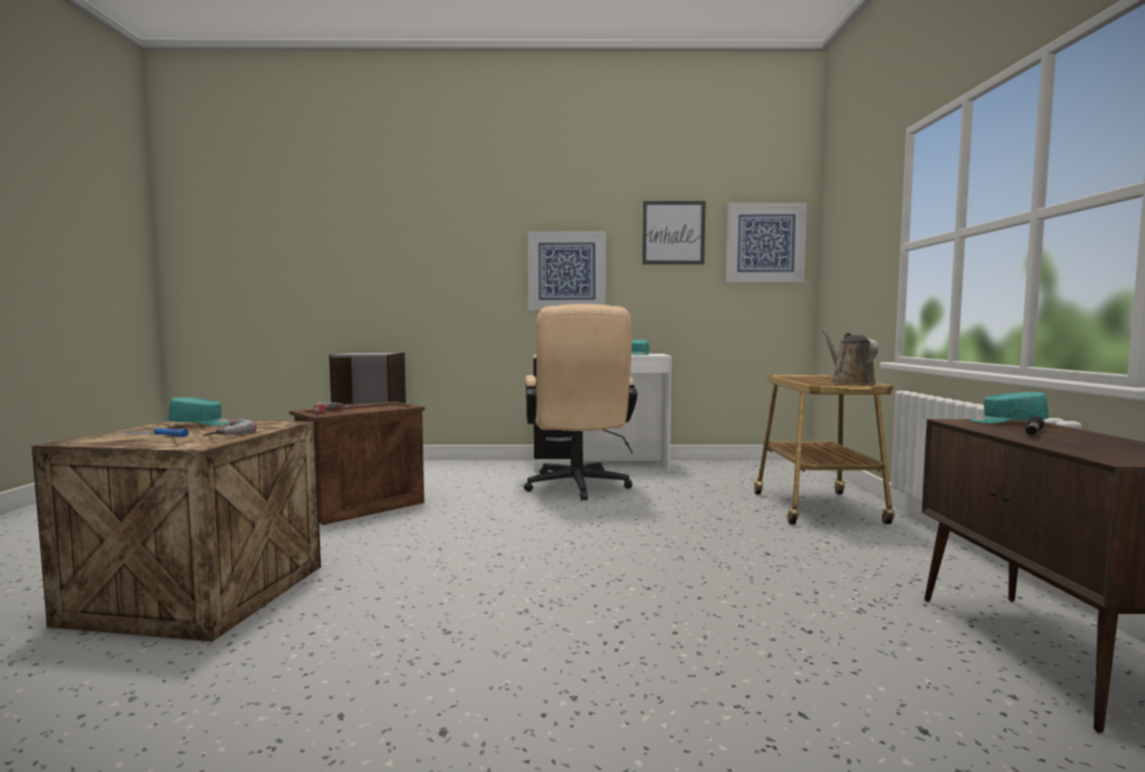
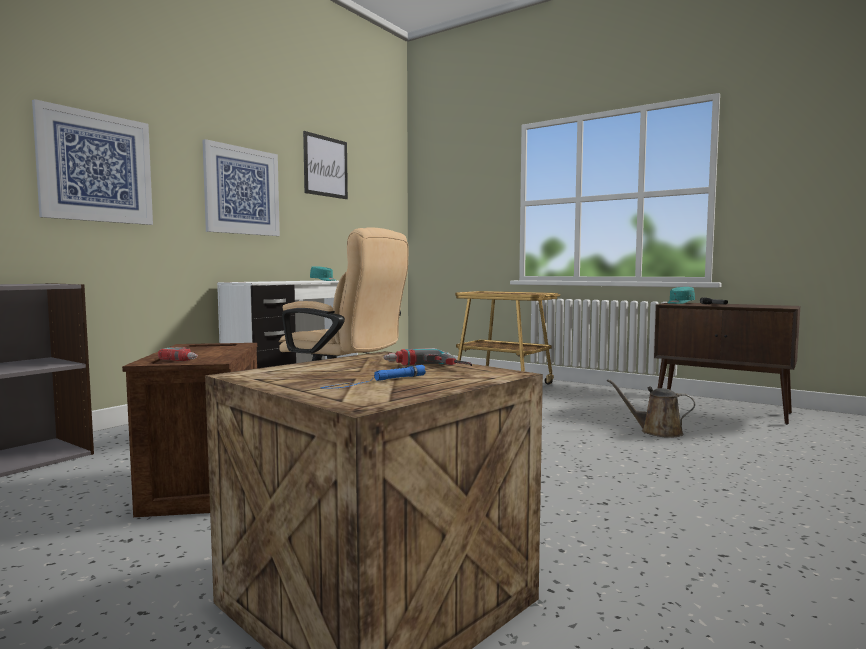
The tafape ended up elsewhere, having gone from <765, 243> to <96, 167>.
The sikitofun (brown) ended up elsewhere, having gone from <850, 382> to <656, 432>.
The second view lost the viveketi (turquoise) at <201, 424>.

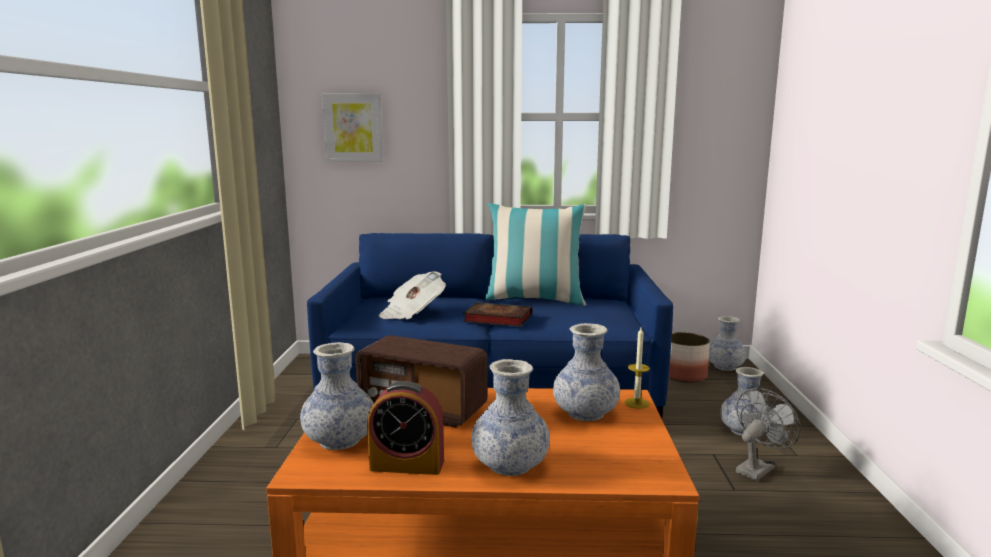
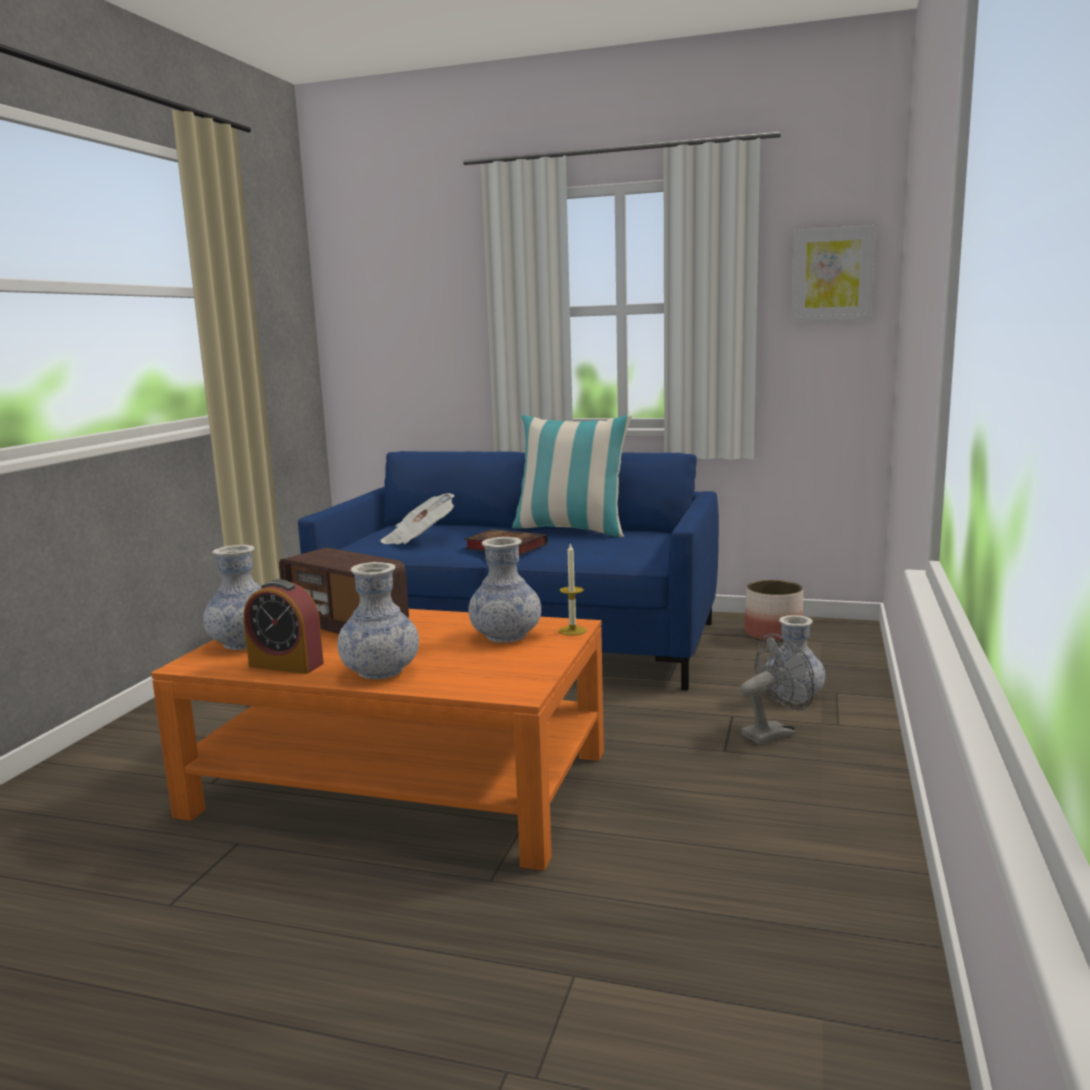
The tafape ended up elsewhere, having gone from <353, 127> to <832, 274>.
The second view lost the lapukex at <725, 367>.

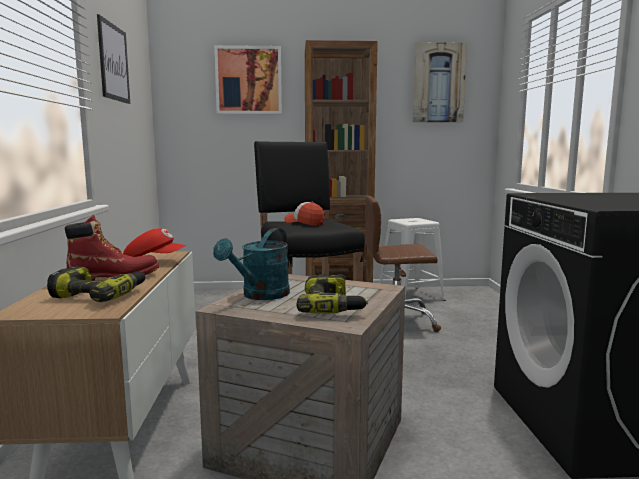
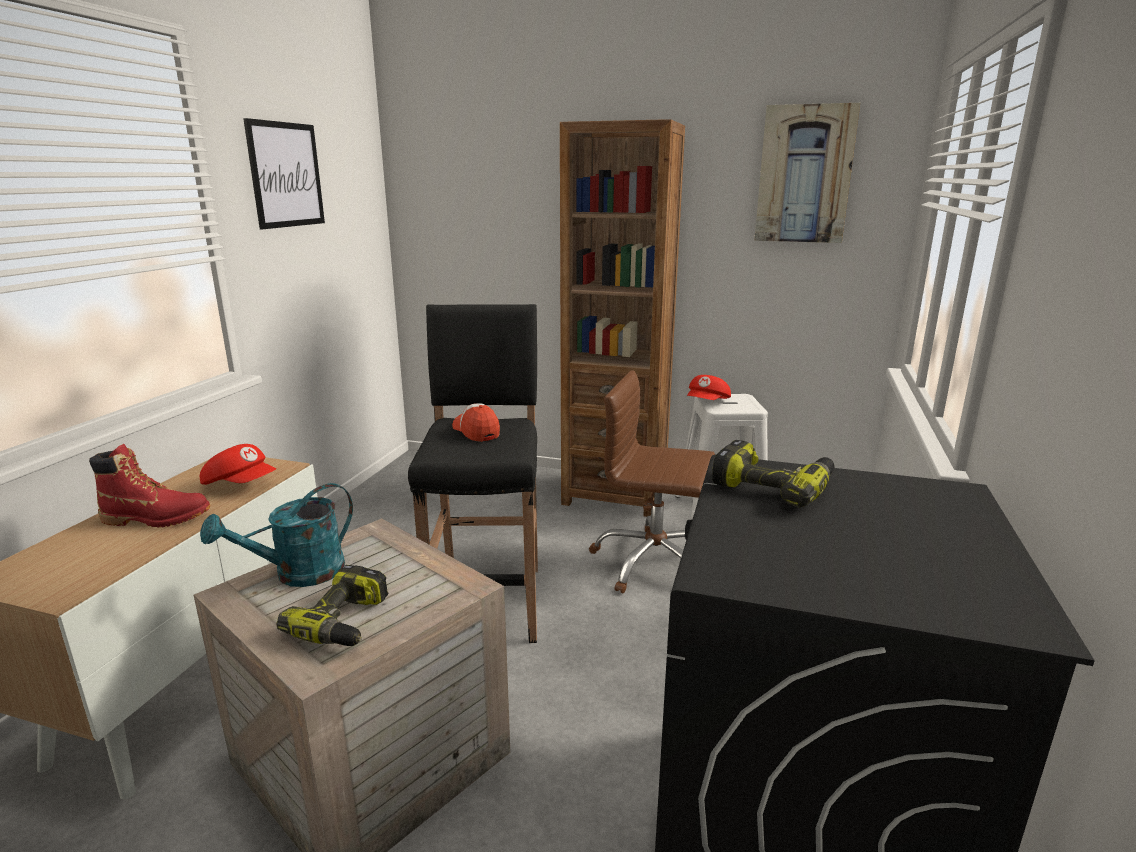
The second view lost the tafape at <248, 80>.
The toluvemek ended up elsewhere, having gone from <100, 295> to <774, 486>.
The second view gained the viveketi (red) at <708, 403>.

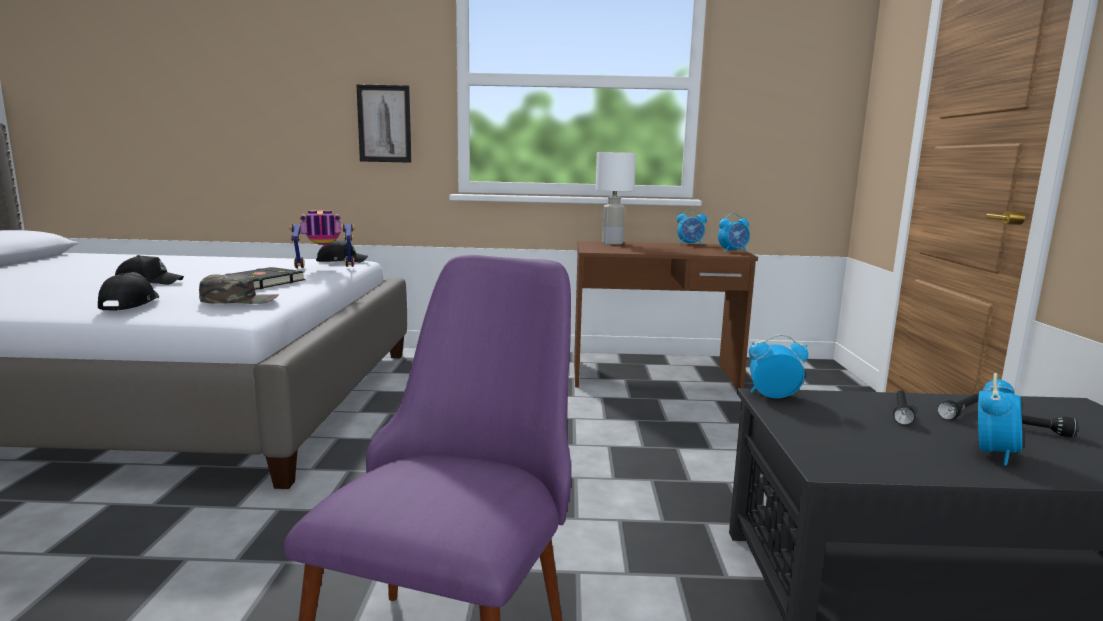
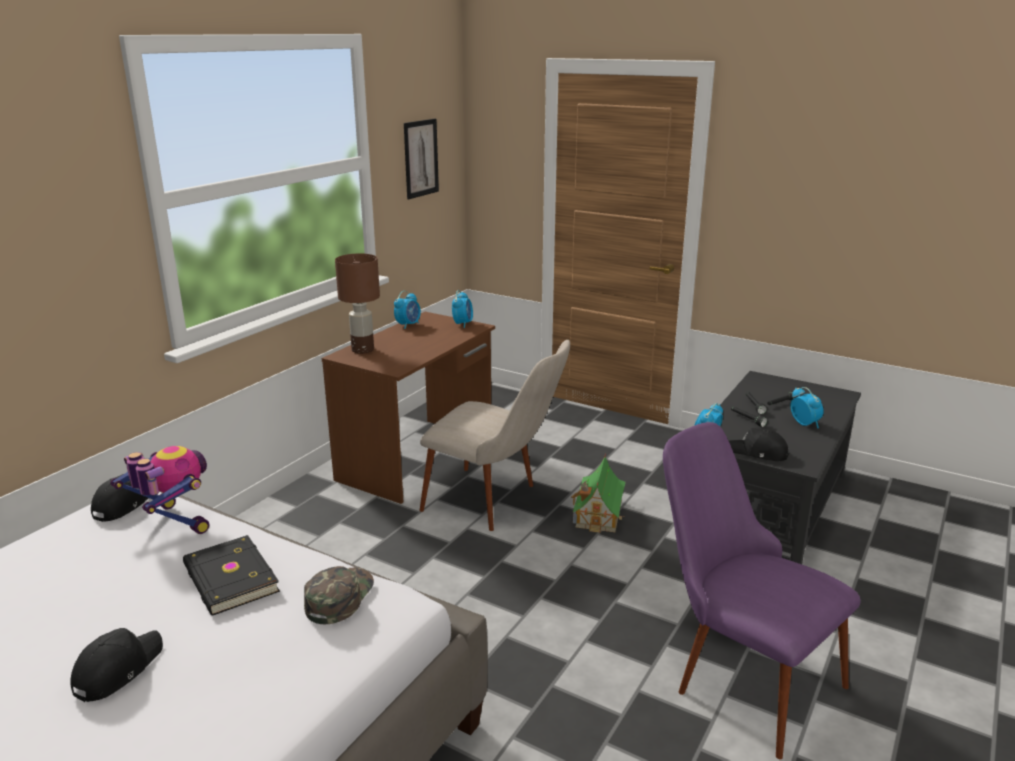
The tafape ended up elsewhere, having gone from <384, 124> to <421, 158>.
What was the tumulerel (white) at <612, 243> turned into the tumulerel (brown) at <363, 350>.
The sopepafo at <324, 268> ended up facing another way, 120 degrees clockwise from before.
The viveketi (black) ended up elsewhere, having gone from <129, 303> to <758, 453>.
The second view gained the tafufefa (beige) at <496, 502>.
The second view gained the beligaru at <599, 514>.

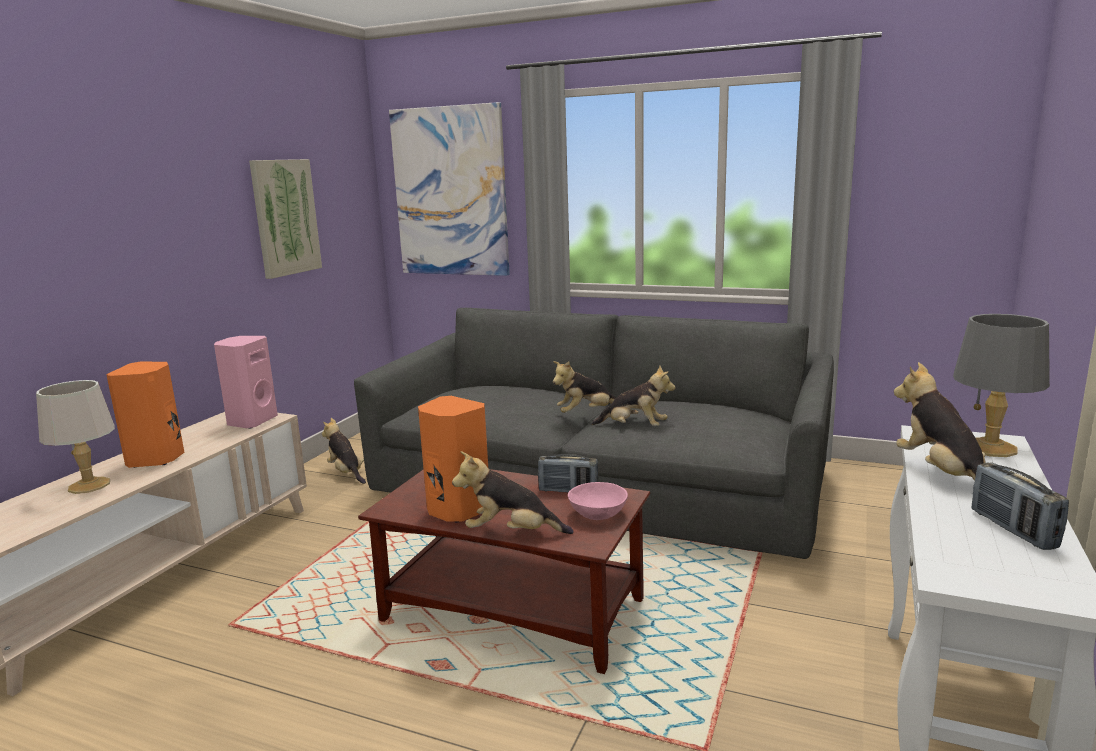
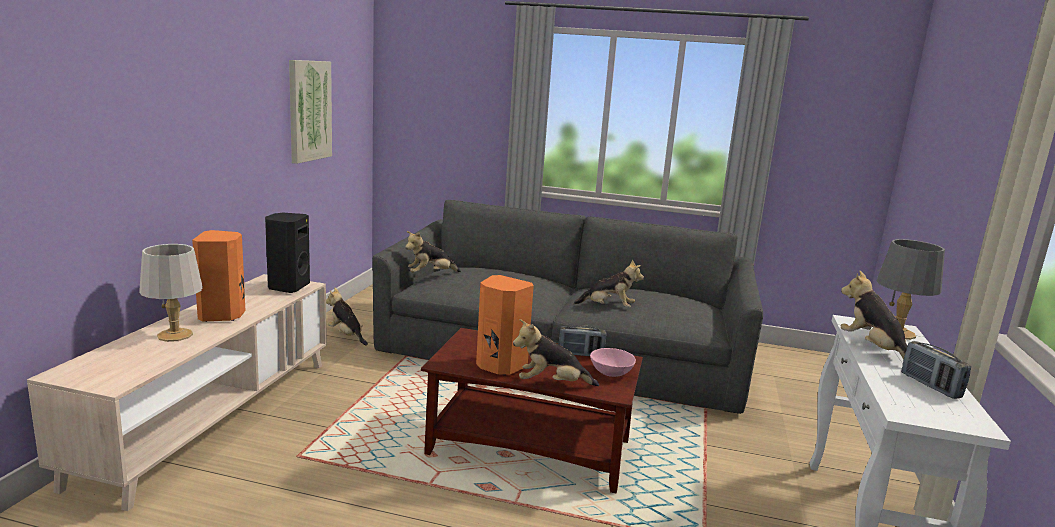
The second view lost the tafape at <450, 192>.
What was the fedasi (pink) at <251, 421> turned into the fedasi (black) at <287, 287>.
The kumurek ended up elsewhere, having gone from <585, 413> to <430, 275>.

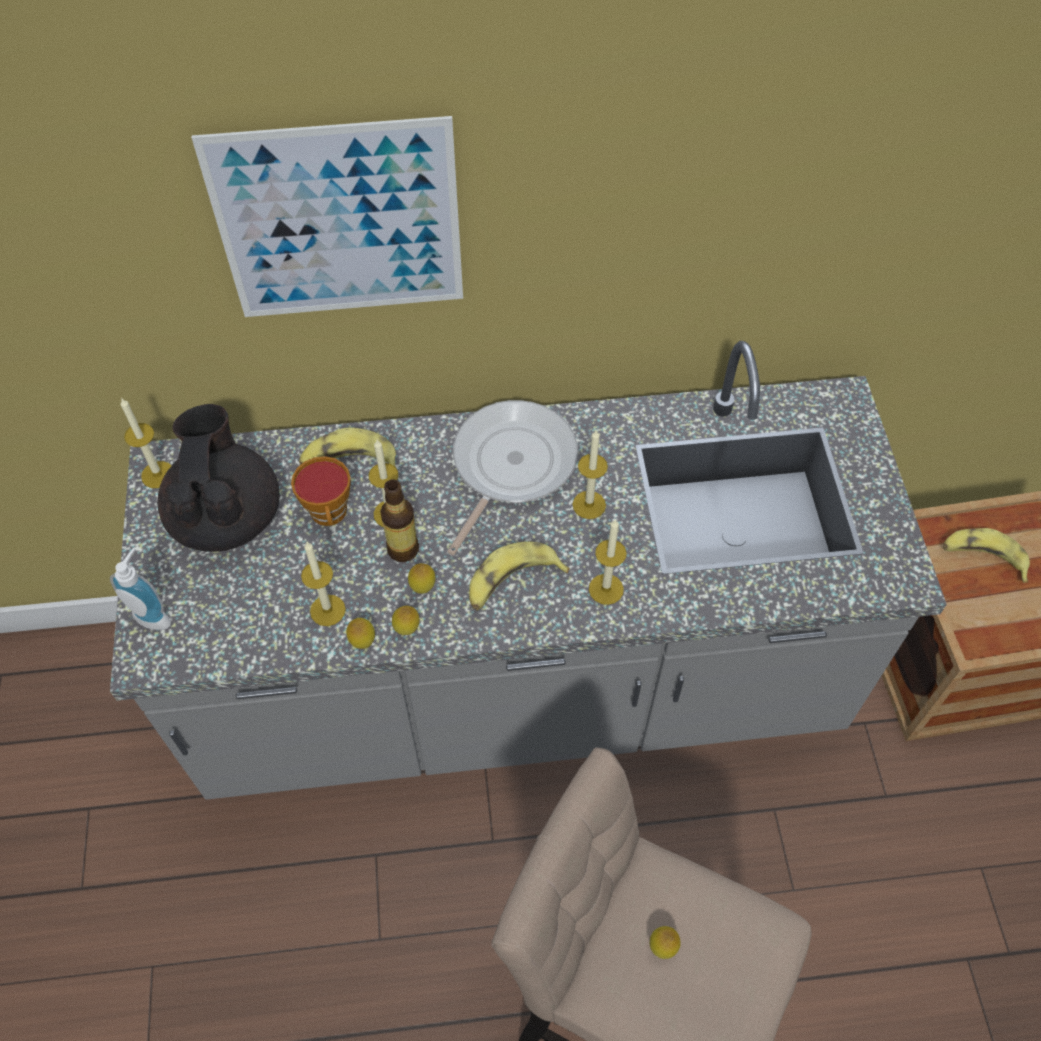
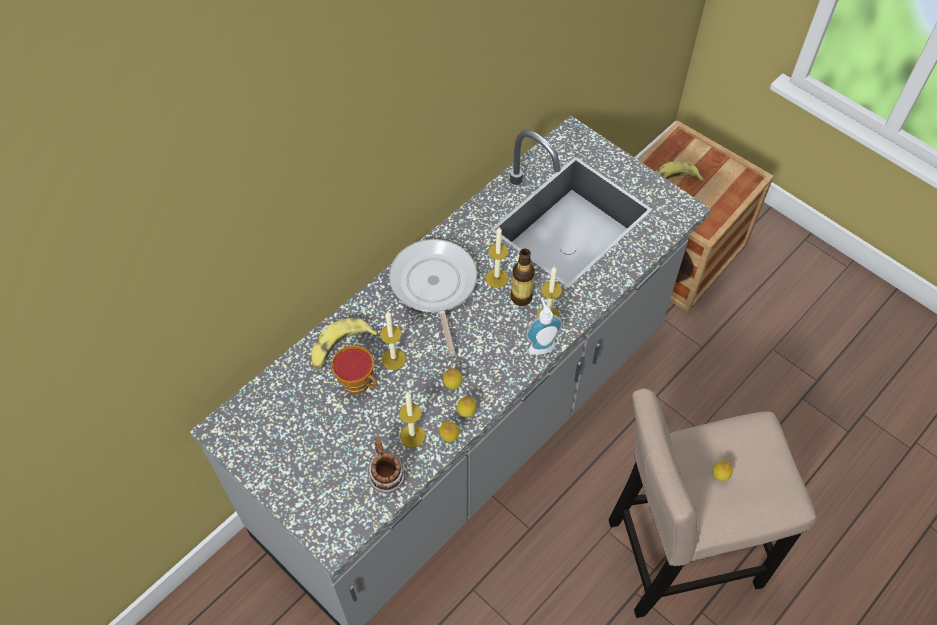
The second view lost the tafape at <340, 223>.
The second view lost the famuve at <158, 474>.
The second view lost the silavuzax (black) at <227, 516>.
The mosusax ended up elsewhere, having gone from <403, 549> to <521, 297>.
The second view lost the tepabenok at <512, 582>.
The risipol ended up elsewhere, having gone from <154, 614> to <541, 345>.
The second view gained the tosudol at <385, 476>.

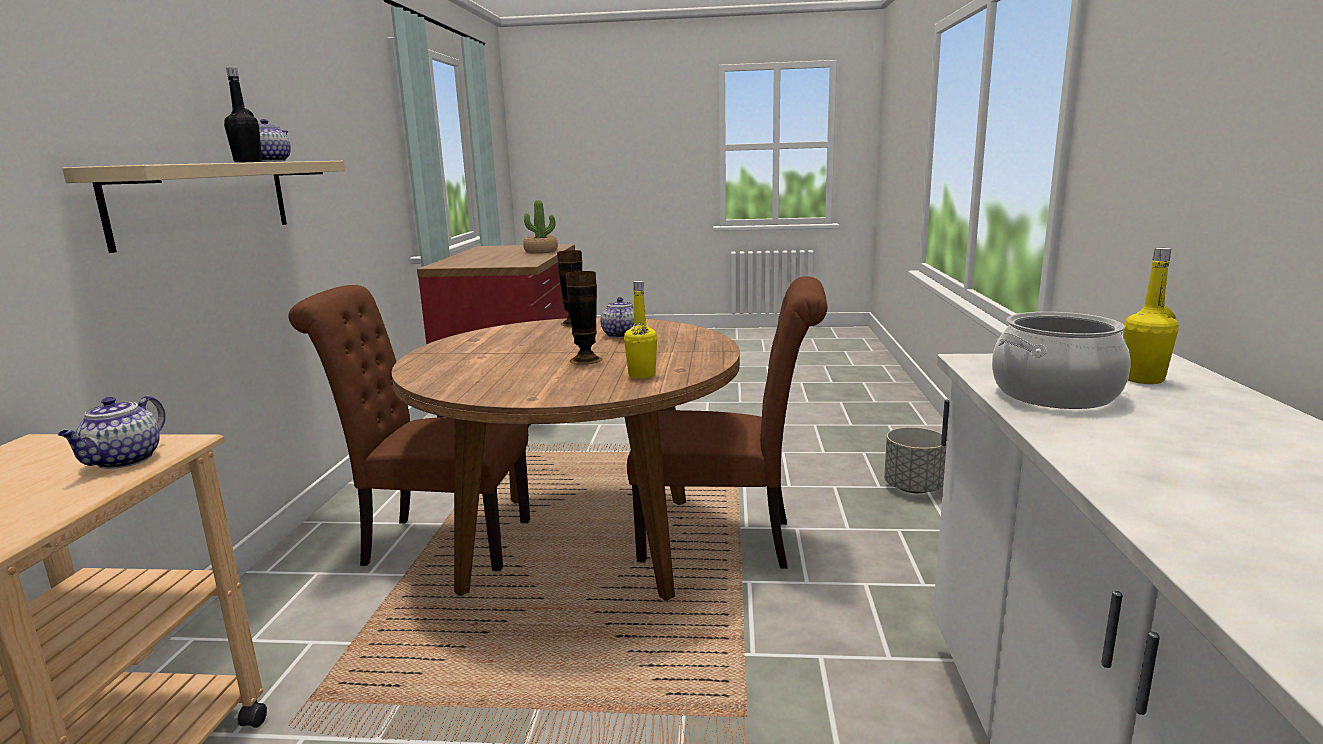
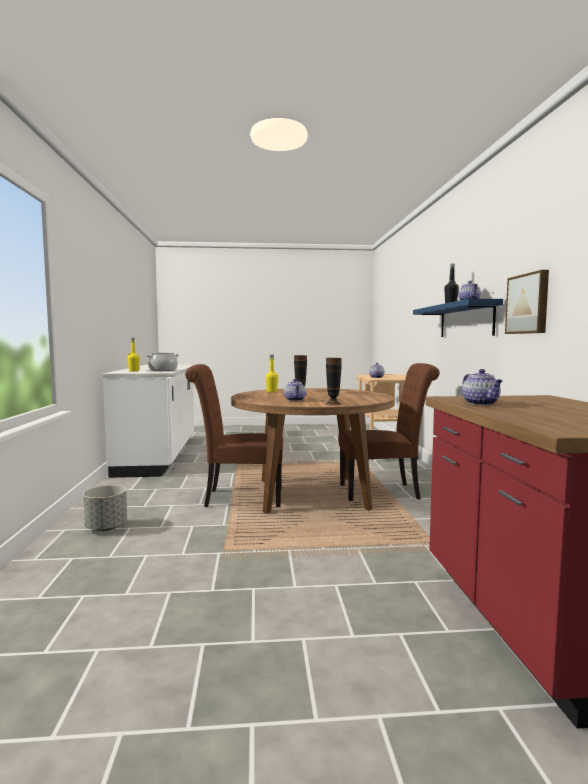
What was the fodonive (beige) at <204, 200> turned into the fodonive (blue) at <465, 320>.
The second view lost the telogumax at <541, 251>.
The second view gained the tafape at <528, 304>.
The second view gained the silavuzax at <481, 403>.

